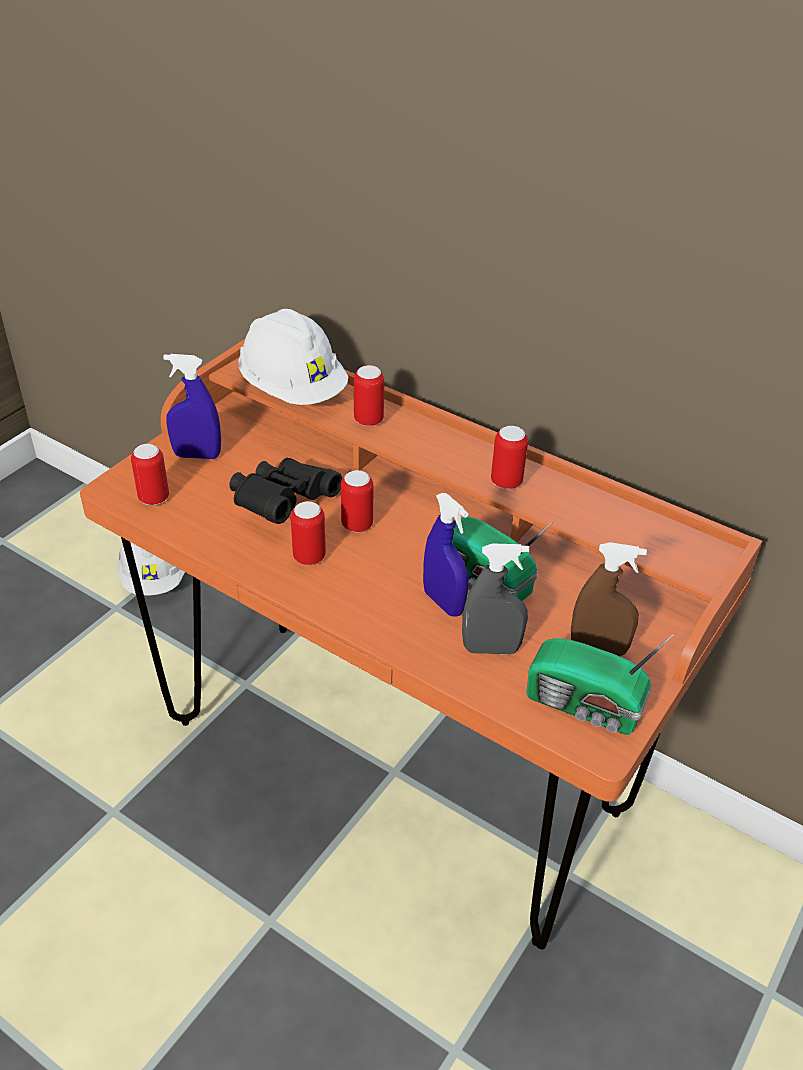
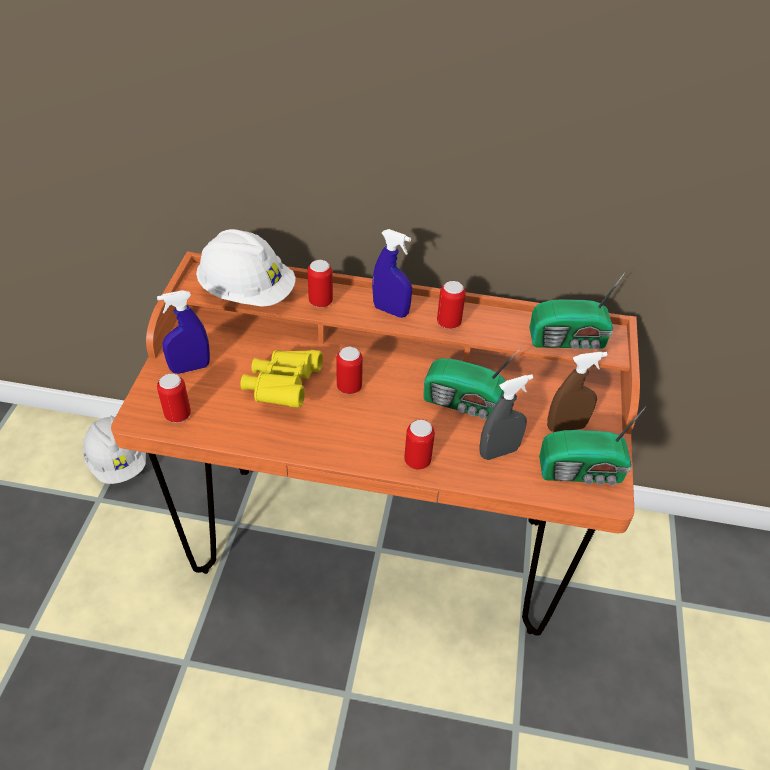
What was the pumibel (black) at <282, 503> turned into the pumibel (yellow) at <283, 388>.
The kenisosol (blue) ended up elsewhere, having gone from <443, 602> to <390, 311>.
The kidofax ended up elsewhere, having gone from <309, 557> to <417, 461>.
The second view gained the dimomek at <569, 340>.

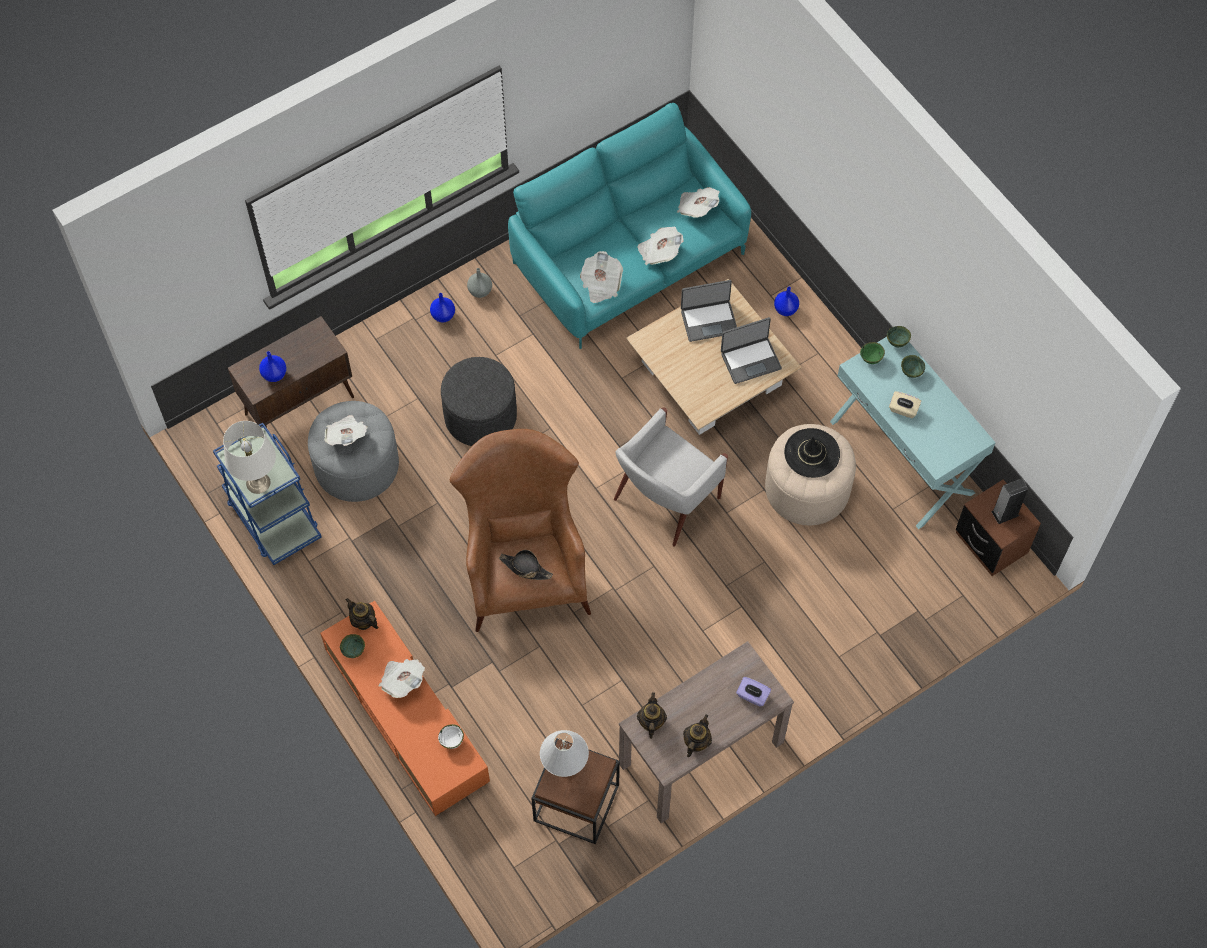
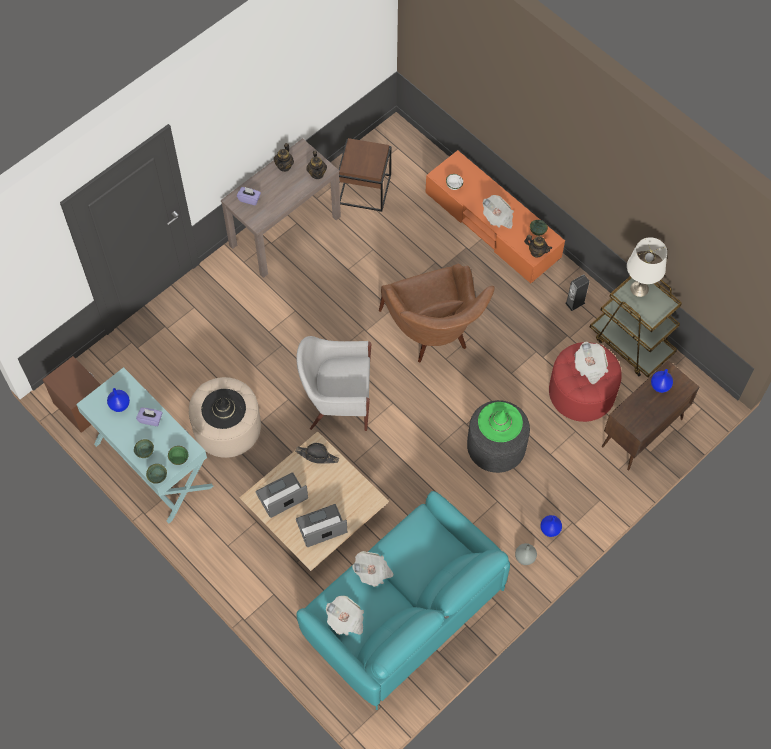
The second view lost the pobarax at <601, 284>.
The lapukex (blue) ended up elsewhere, having gone from <785, 309> to <120, 405>.
What was the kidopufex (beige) at <903, 410> turned into the kidopufex (purple) at <150, 419>.
What was the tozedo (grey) at <356, 465> turned into the tozedo (red) at <581, 392>.
The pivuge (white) at <665, 500> ended up facing another way, 120 degrees counterclockwise from before.
What was the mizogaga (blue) at <273, 517> turned into the mizogaga (brown) at <631, 343>.
The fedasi ended up elsewhere, having gone from <1005, 513> to <575, 303>.
The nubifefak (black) ended up elsewhere, having gone from <525, 568> to <317, 456>.
The second view lost the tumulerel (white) at <564, 767>.
The second view gained the nubifefak (green) at <500, 422>.

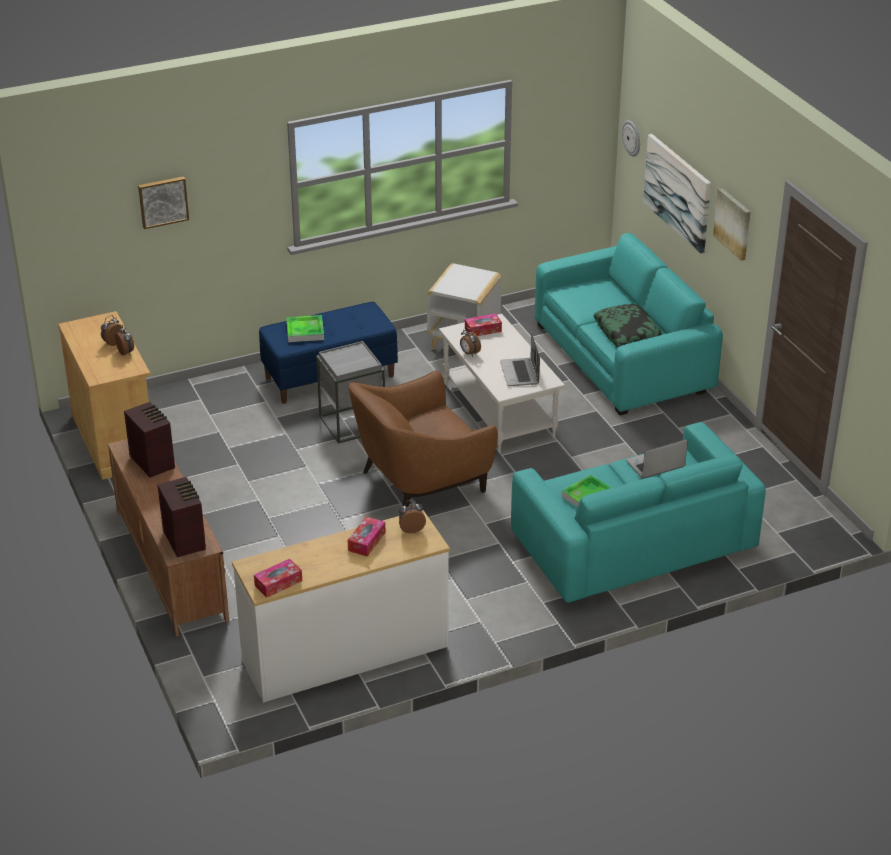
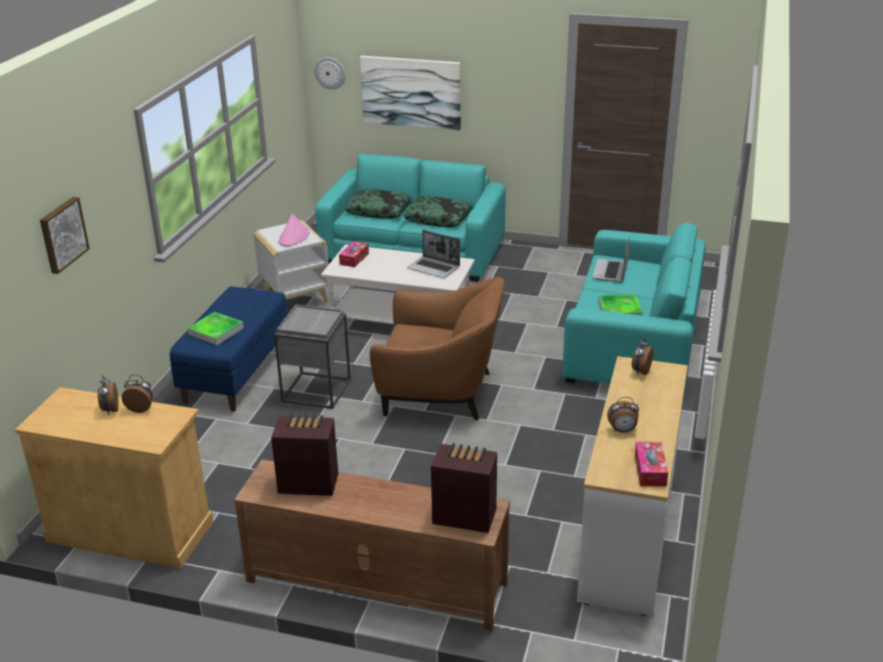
The second view lost the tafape at <733, 223>.
The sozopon ended up elsewhere, having gone from <469, 353> to <622, 430>.
The pivuge (brown) at <421, 481> ended up facing another way, 90 degrees counterclockwise from before.
The second view lost the kidopufex at <366, 541>.
The second view gained the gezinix at <378, 210>.
The second view gained the nubifefak (pink) at <294, 237>.

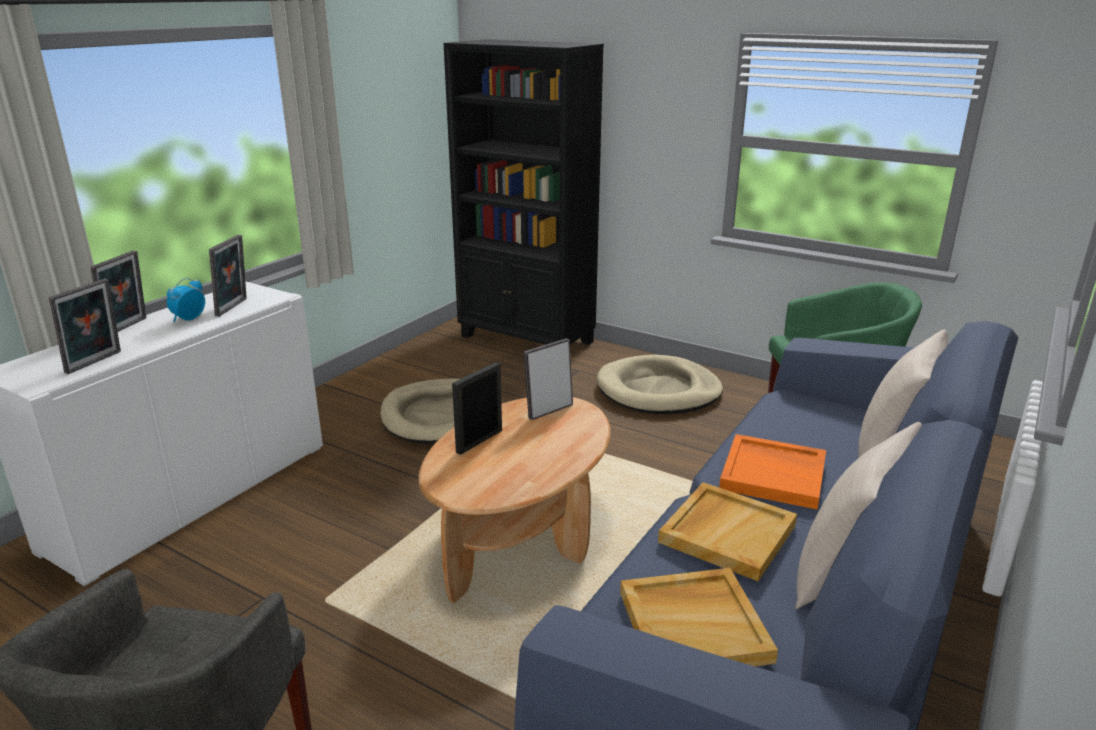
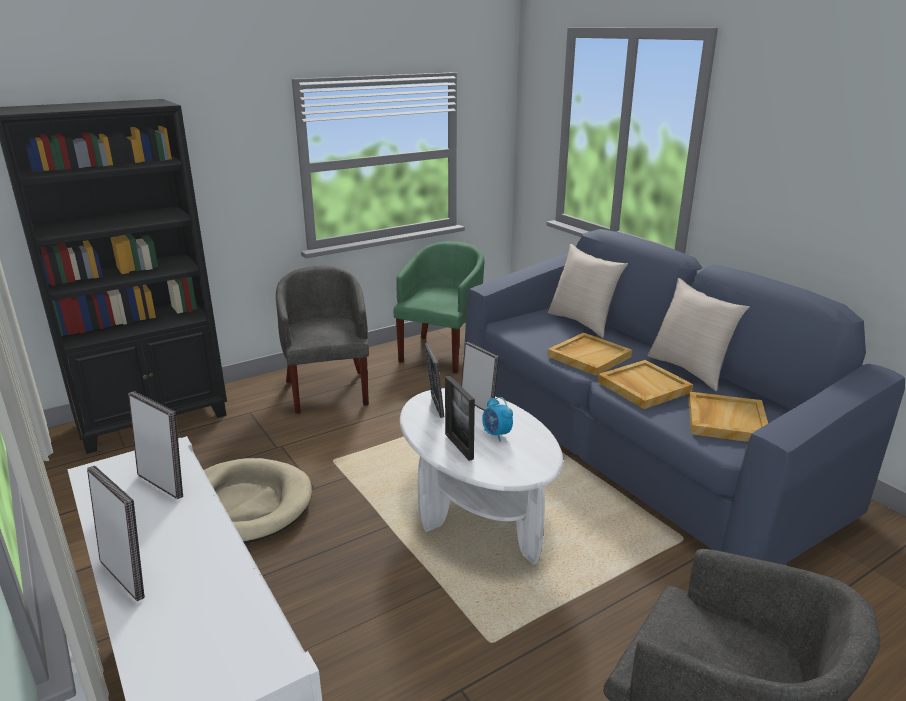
The sozopon ended up elsewhere, having gone from <188, 319> to <496, 434>.
The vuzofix ended up elsewhere, having gone from <96, 363> to <478, 404>.
Where the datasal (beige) stood at <658, 391>, the pivuge (grey) came to stand at <328, 390>.
What was the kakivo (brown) at <520, 539> turned into the kakivo (white) at <476, 510>.
What was the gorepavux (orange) at <774, 474> turned into the gorepavux (beige) at <589, 356>.

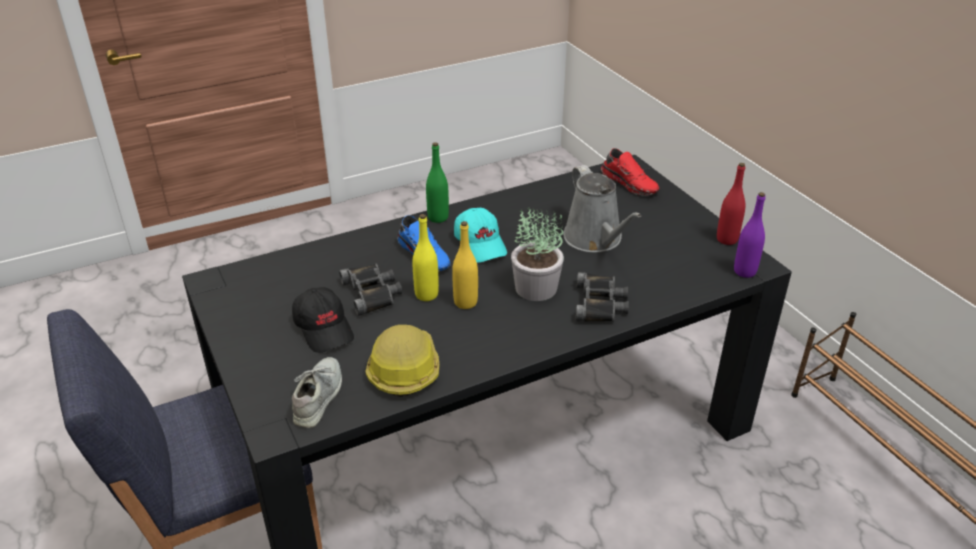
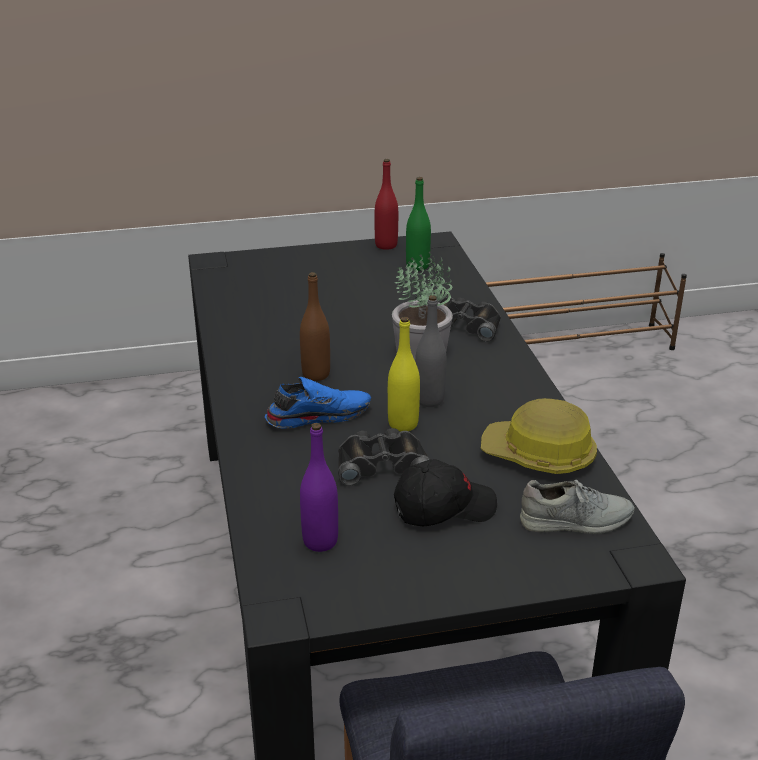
The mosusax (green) ended up elsewhere, having gone from <438, 217> to <417, 266>.
The second view lost the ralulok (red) at <630, 183>.
The second view lost the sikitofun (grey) at <595, 239>.
The mosusax (purple) ended up elsewhere, having gone from <744, 271> to <320, 541>.
Where the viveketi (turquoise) stood at <481, 244>, the mosusax (brown) came to stand at <316, 374>.
What was the mosusax (yellow) at <465, 302> turned into the mosusax (grey) at <429, 400>.
The ralulok (grey) at <319, 396> ended up facing another way, 150 degrees clockwise from before.

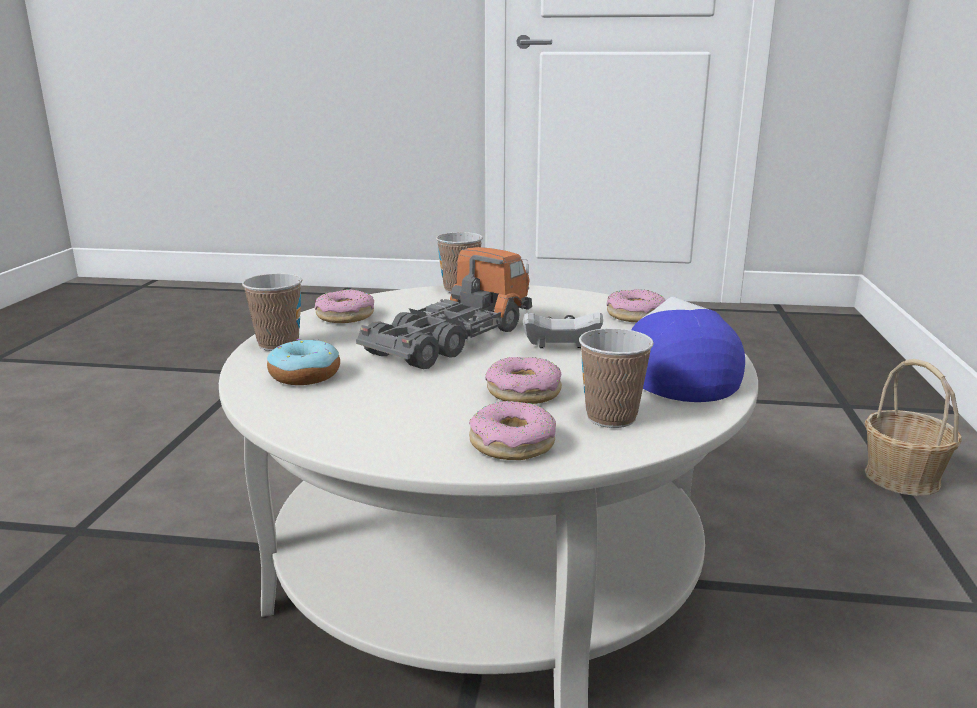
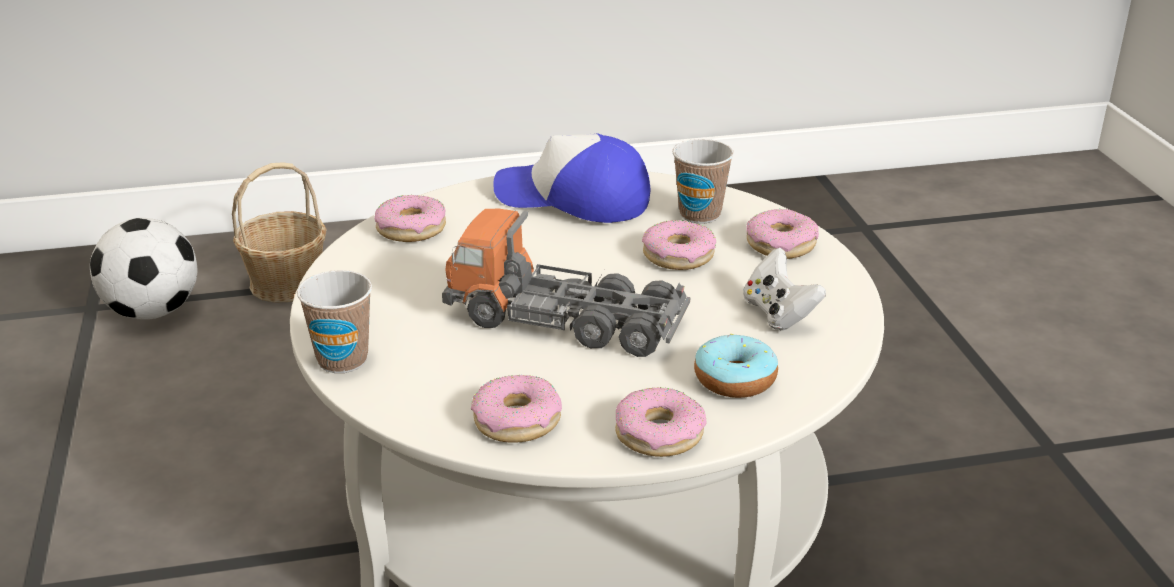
Where the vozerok stood at <278, 344>, the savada came to stand at <659, 434>.
The viveketi at <673, 370> ended up facing another way, 45 degrees clockwise from before.
The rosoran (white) ended up elsewhere, having gone from <560, 349> to <778, 314>.
The second view gained the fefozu at <152, 312>.

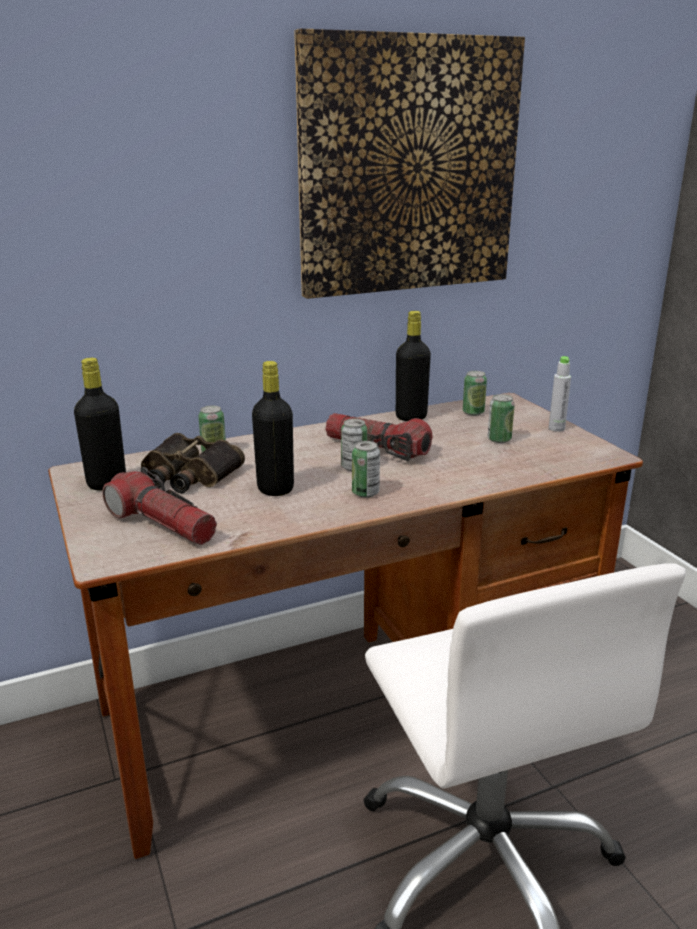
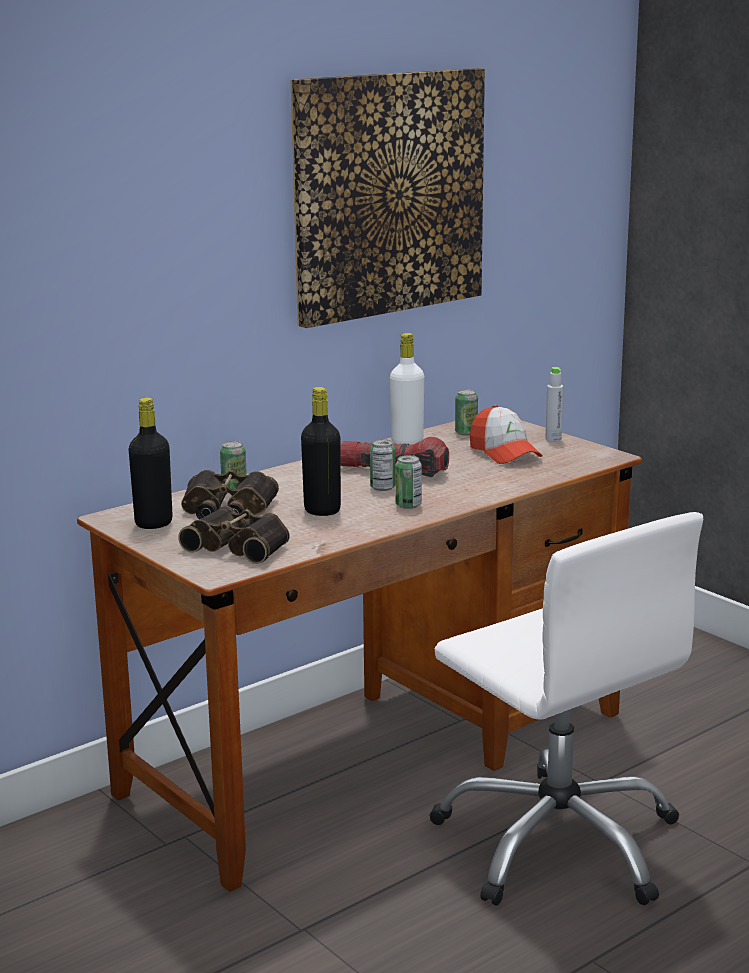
What was the mosusax (black) at <411, 417> turned into the mosusax (white) at <407, 442>.
Where the kidofax stood at <499, 439>, the viveketi came to stand at <504, 453>.
Where the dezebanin stood at <162, 524>, the pumibel came to stand at <241, 545>.

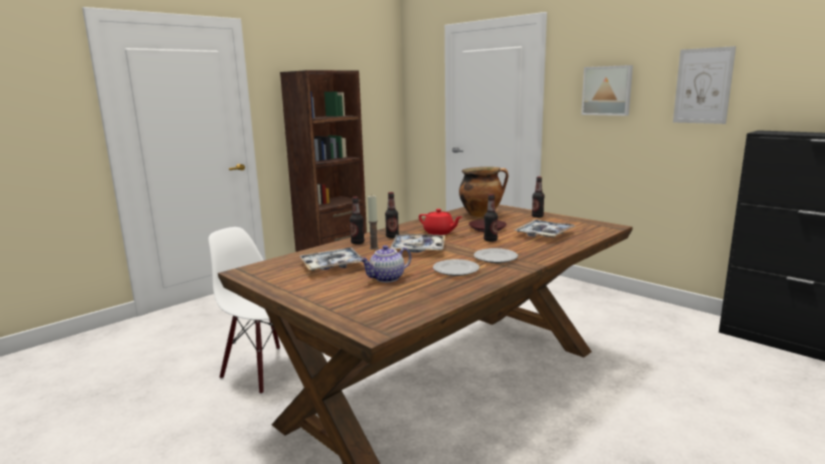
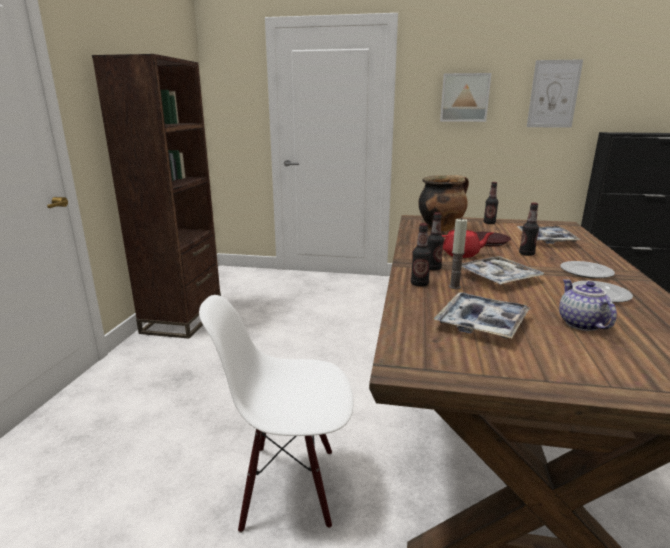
The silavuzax at <387, 279> ended up facing another way, 150 degrees clockwise from before.

